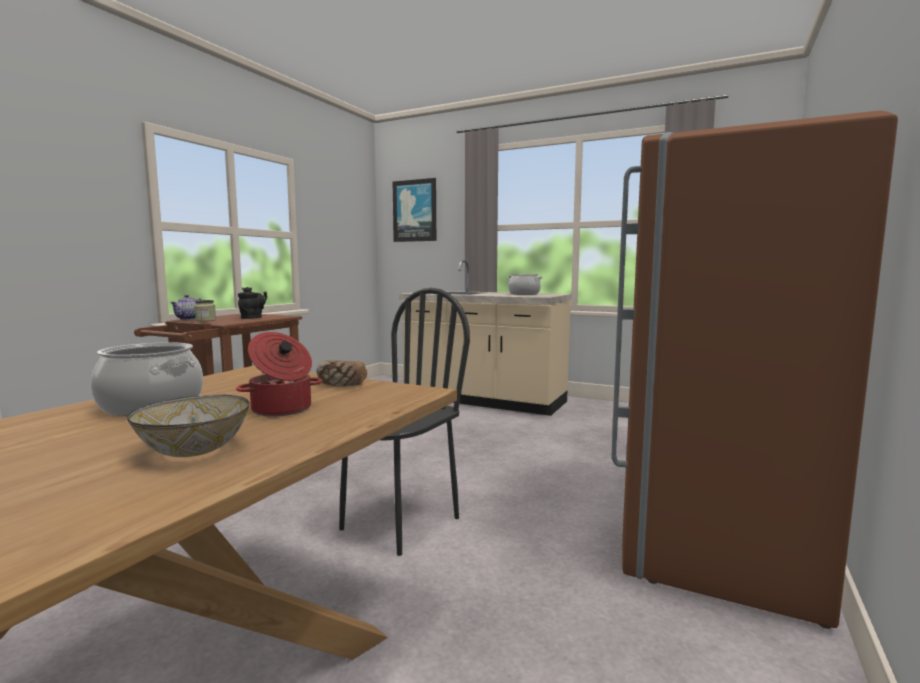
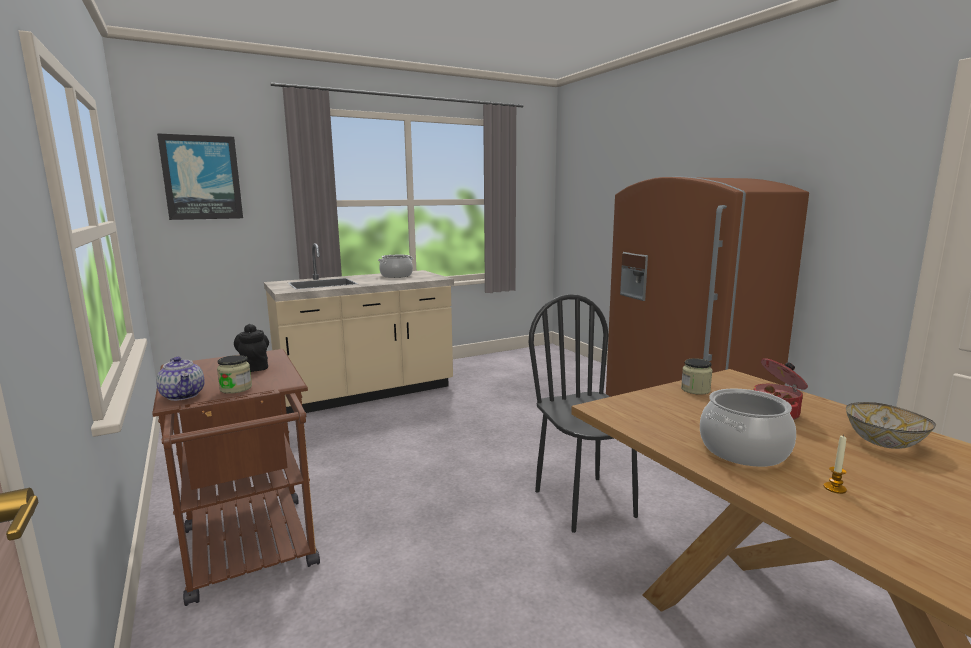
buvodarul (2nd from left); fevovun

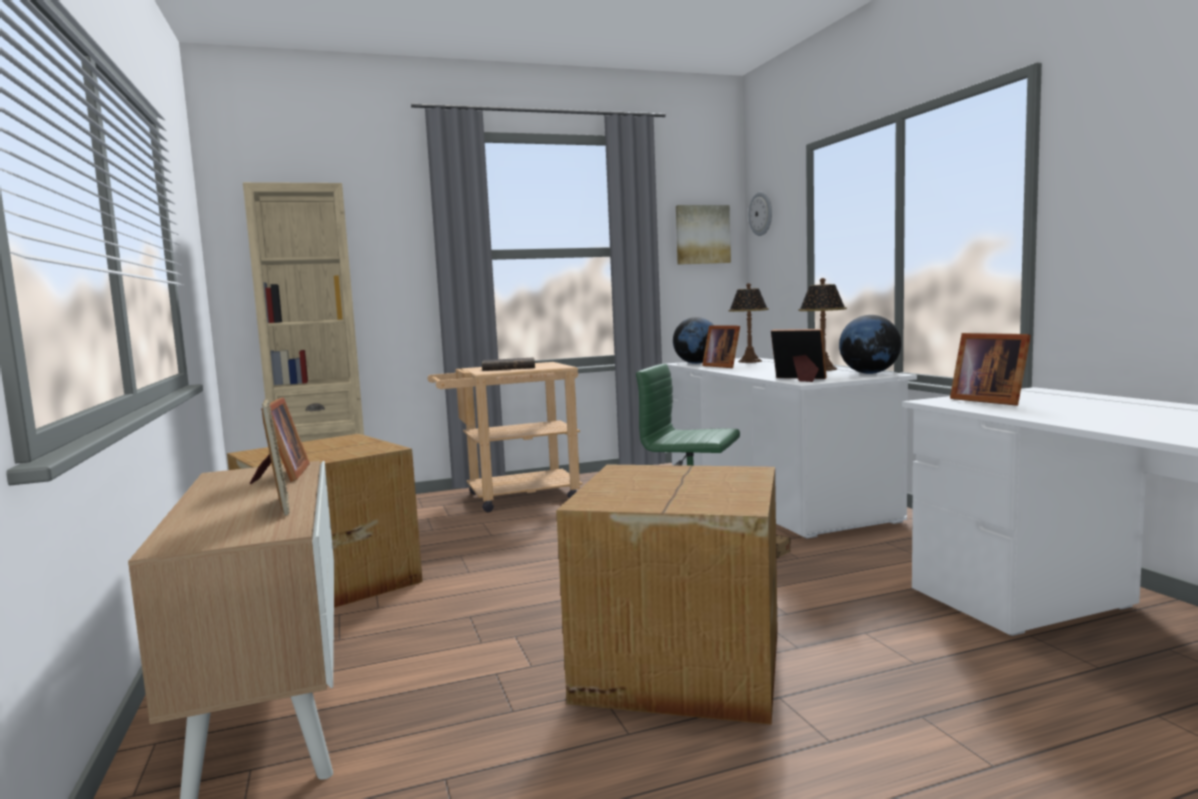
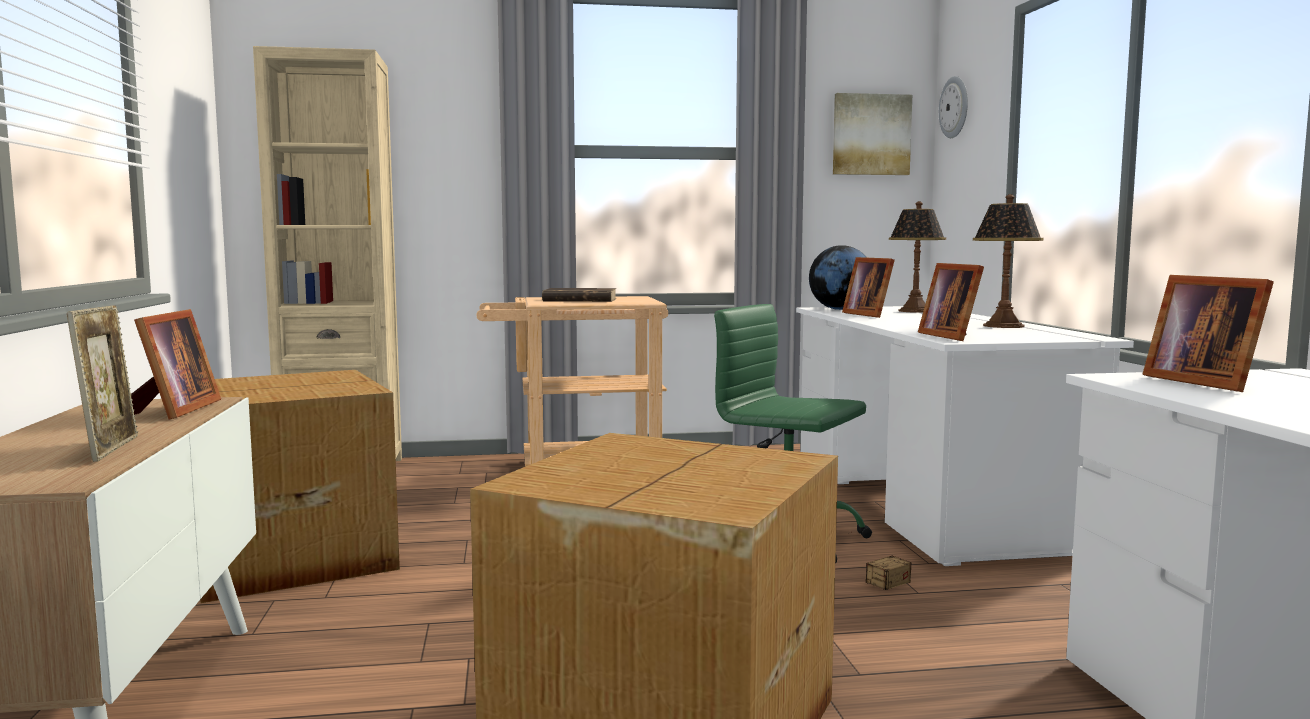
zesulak (2nd from left in the first image); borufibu (4th from left)

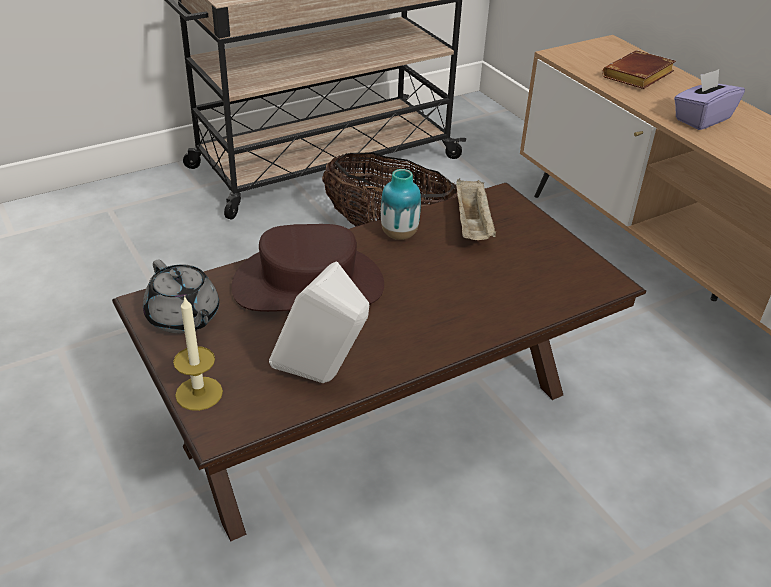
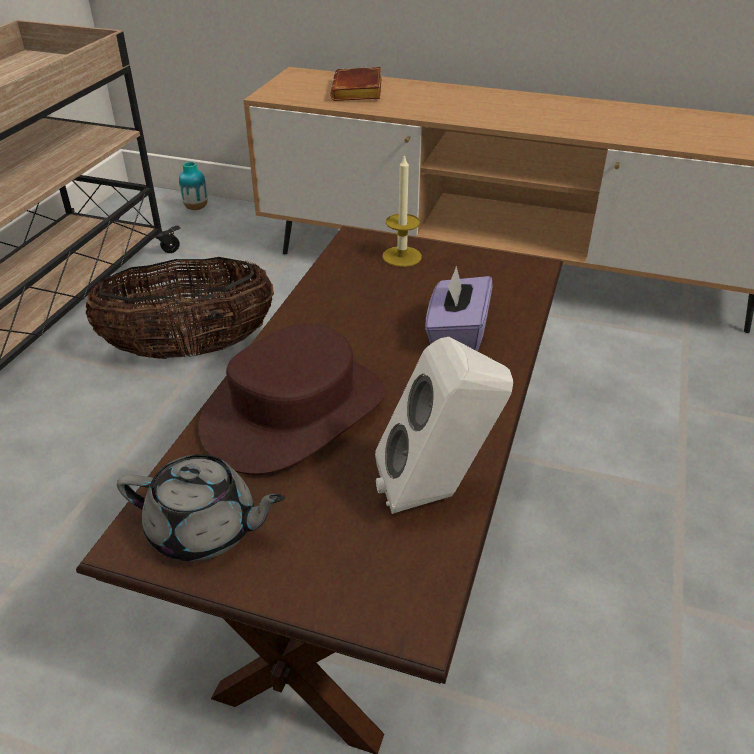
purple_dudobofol; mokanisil; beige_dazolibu; fevovun

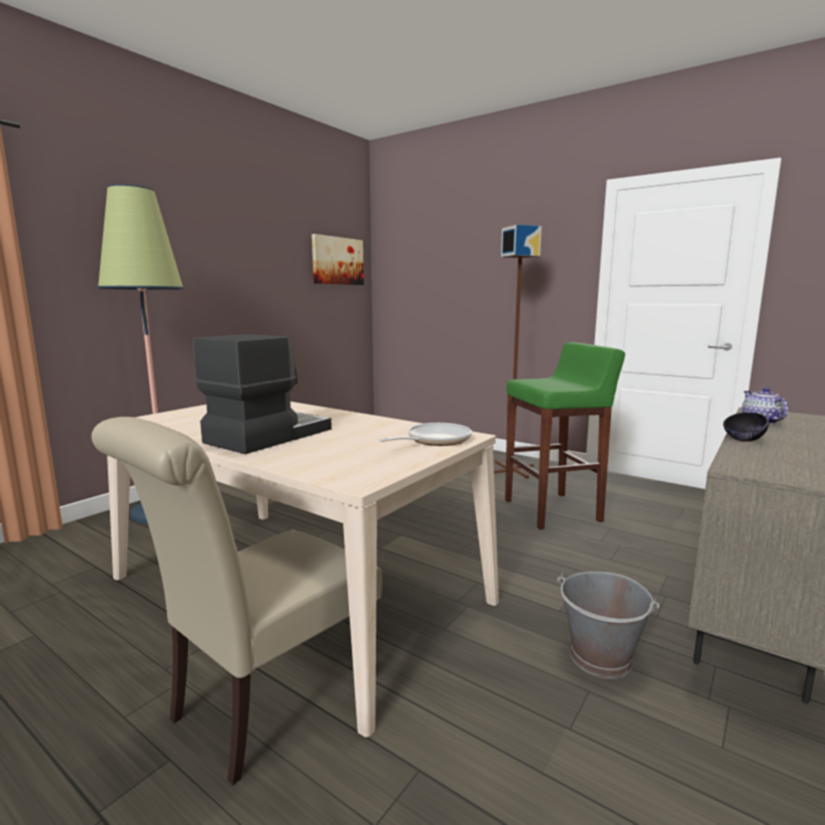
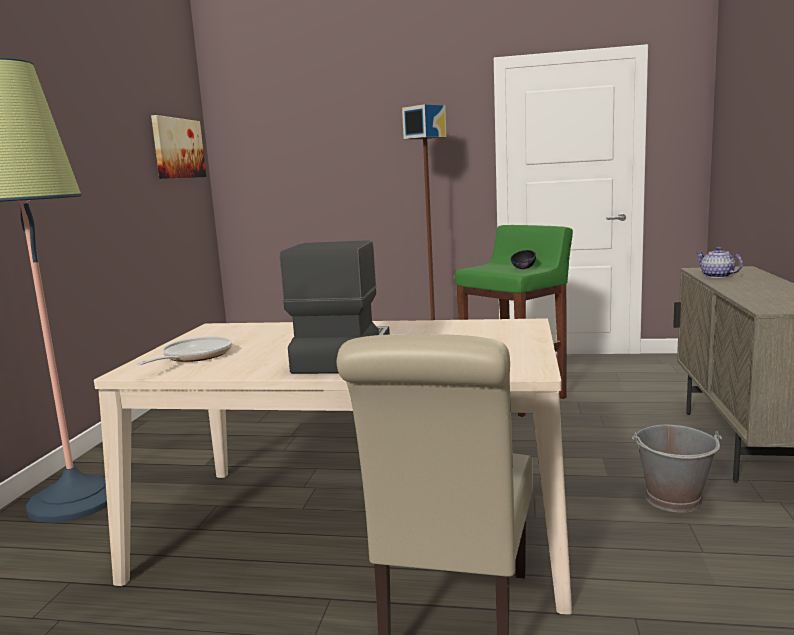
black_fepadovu; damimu

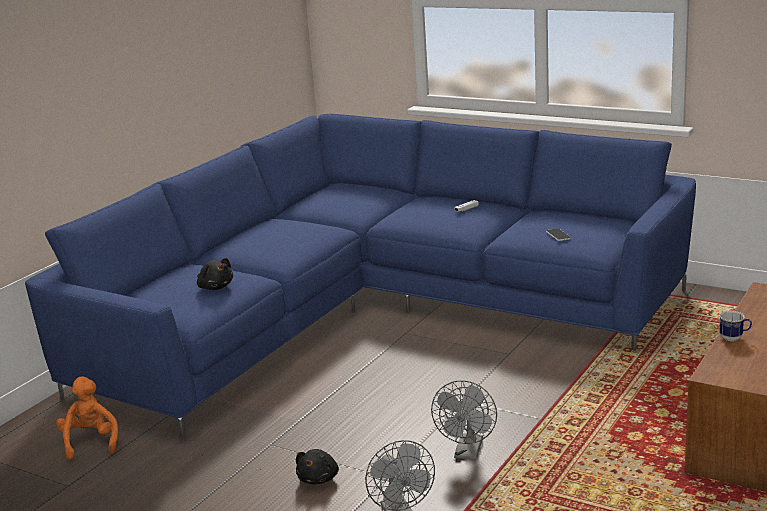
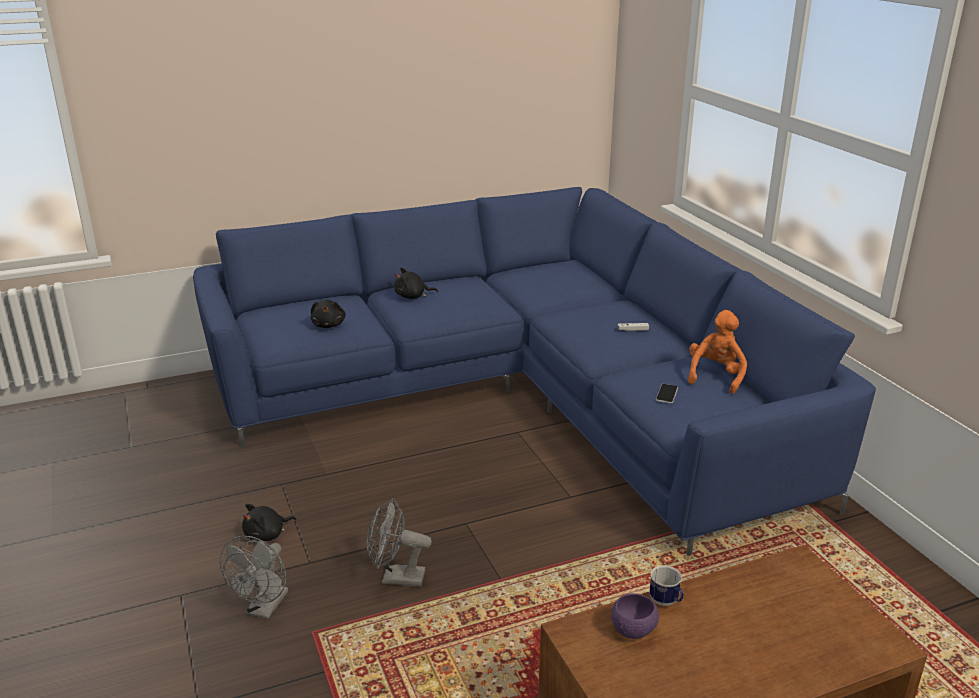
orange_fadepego; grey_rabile (2nd from left); black_fadepego (3rd from left); purple_fepadovu

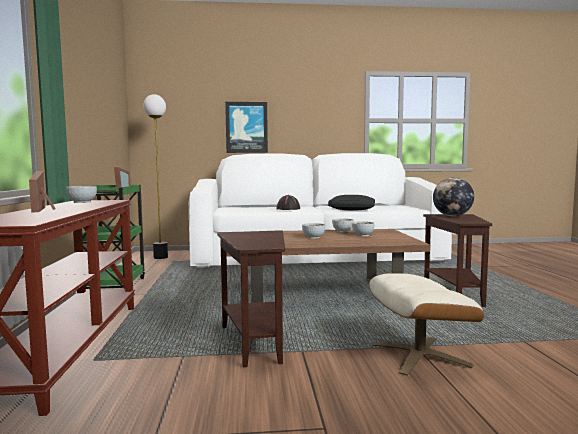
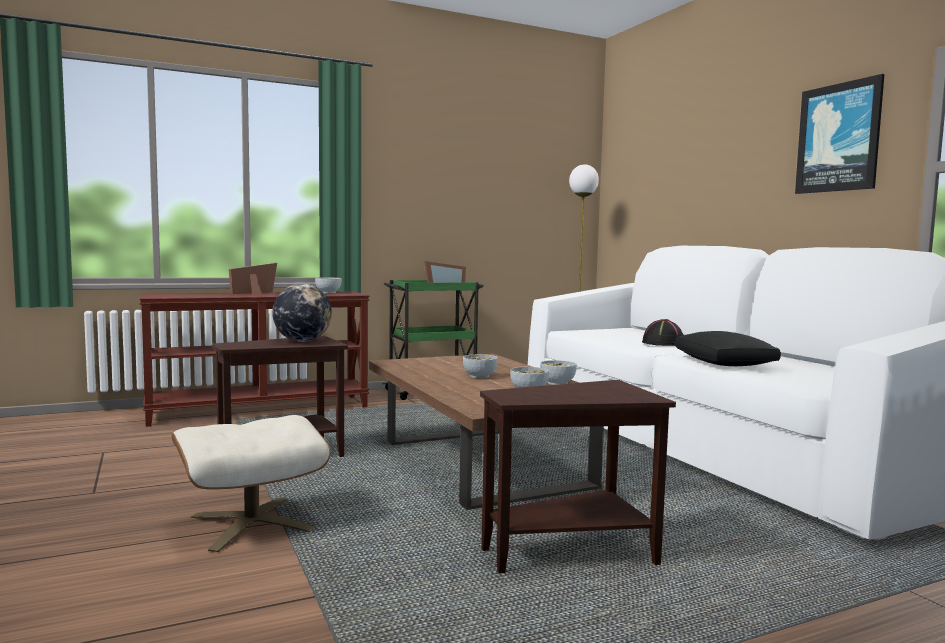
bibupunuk; zesulak

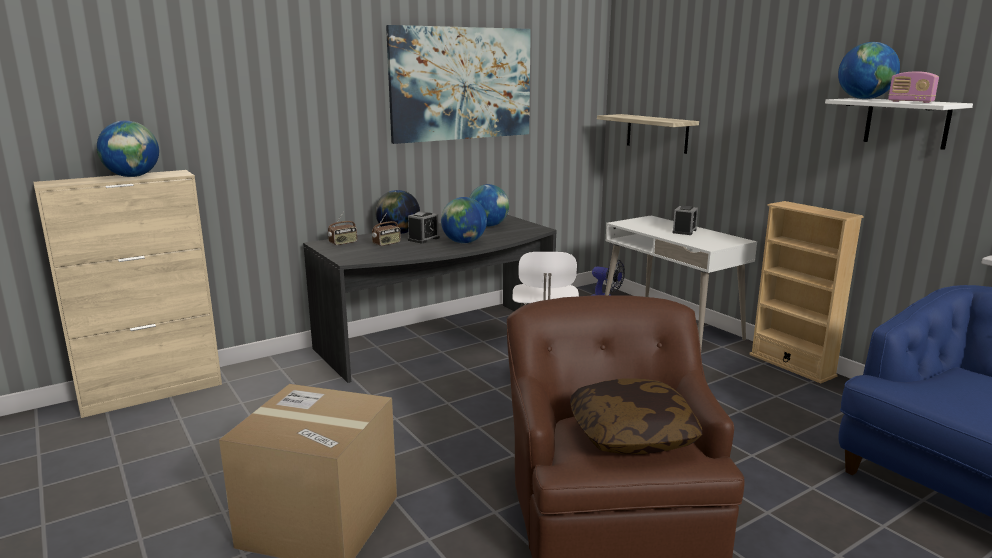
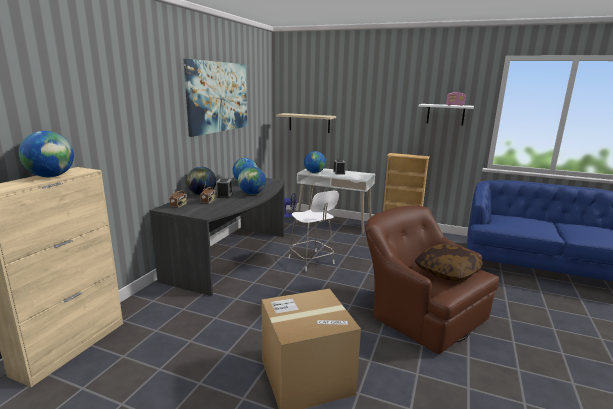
zesulak (5th from left)

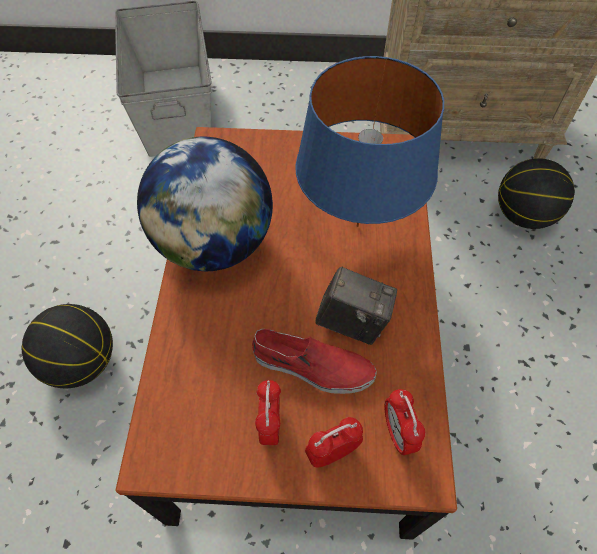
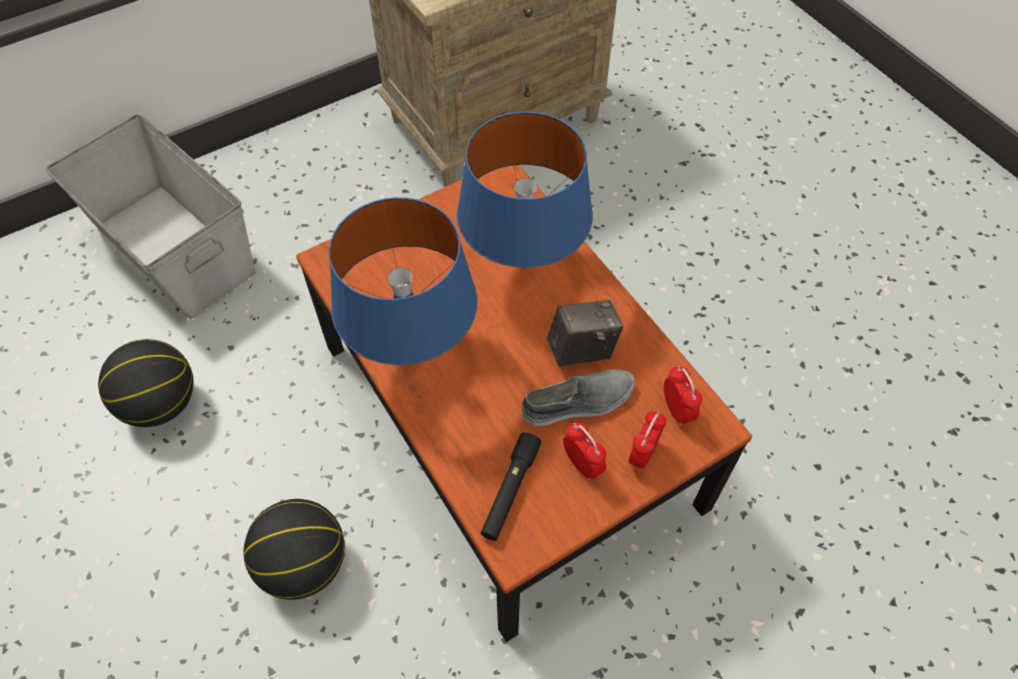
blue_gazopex (1st from left); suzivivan (1st from left); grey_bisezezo; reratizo (3rd from left); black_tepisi

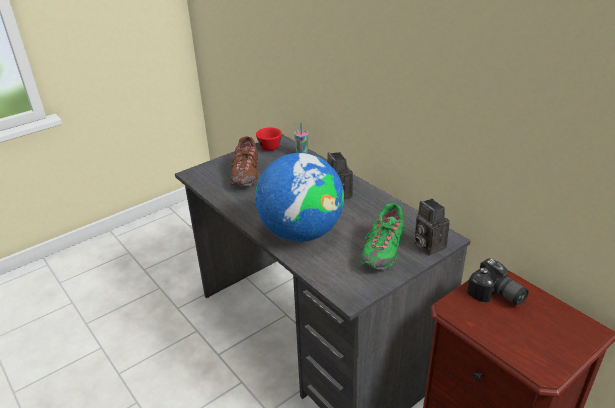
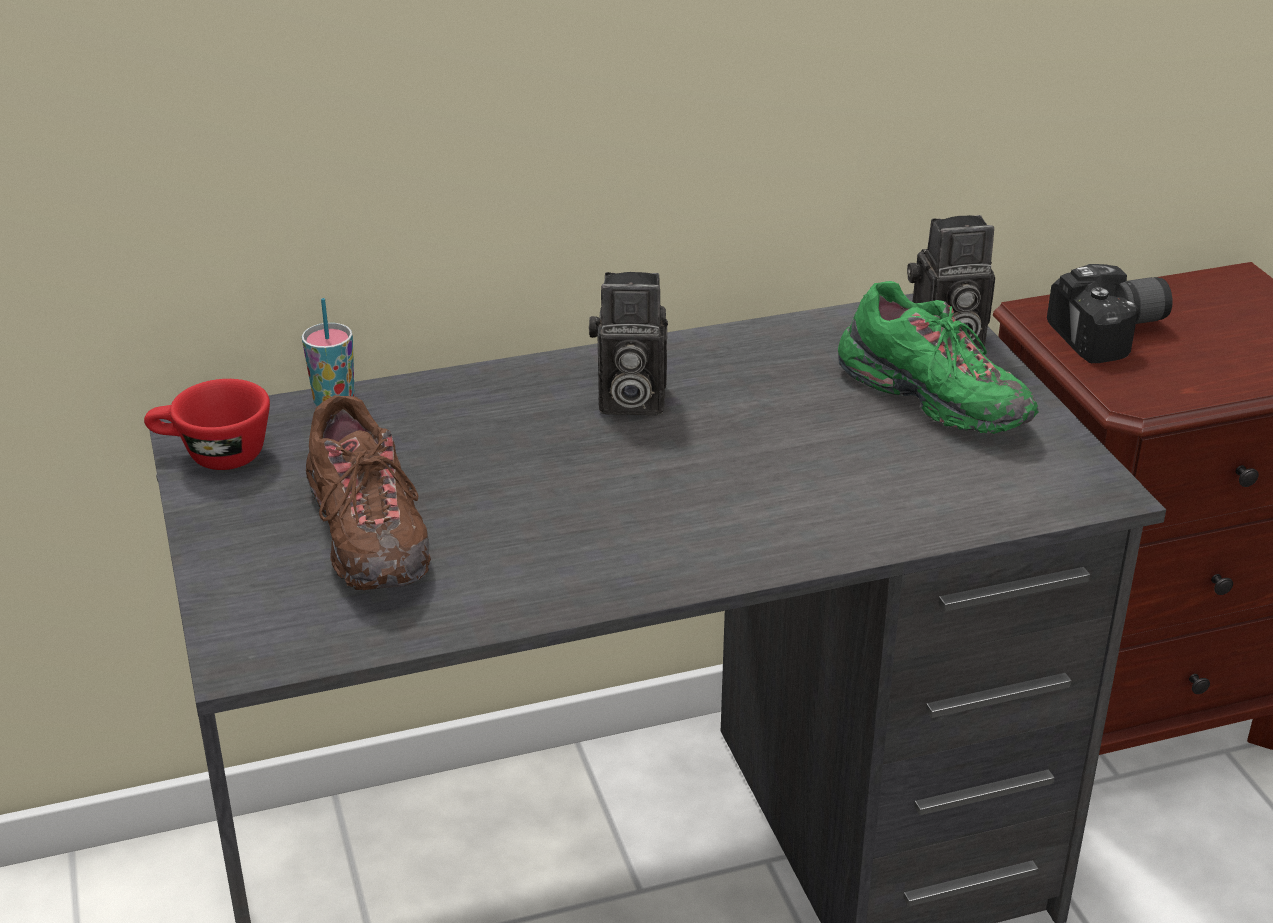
brown_bisezezo; zesulak

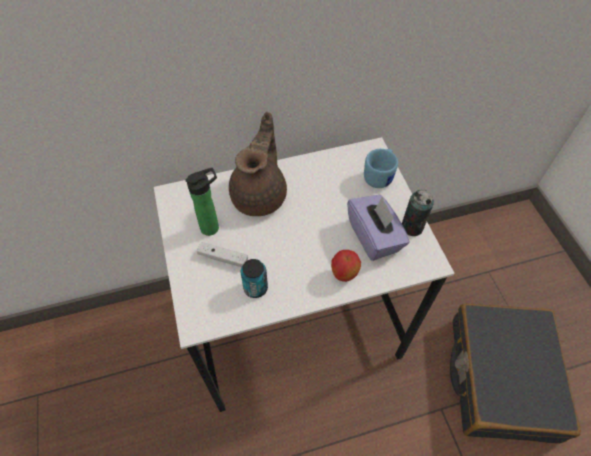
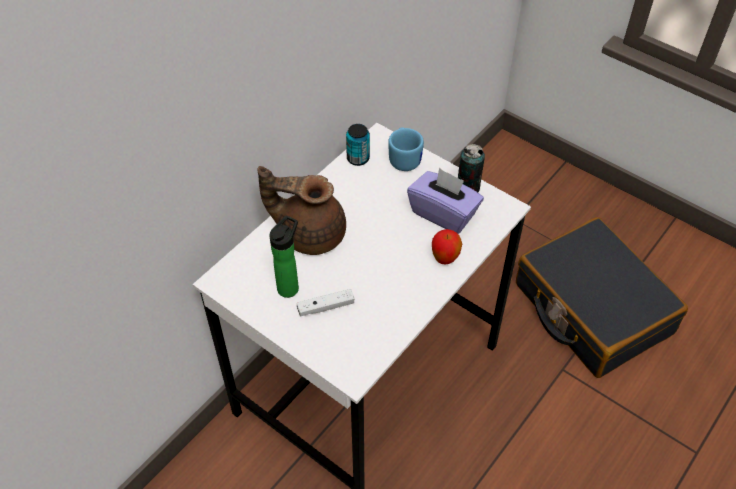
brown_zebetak; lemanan (1st from left)

